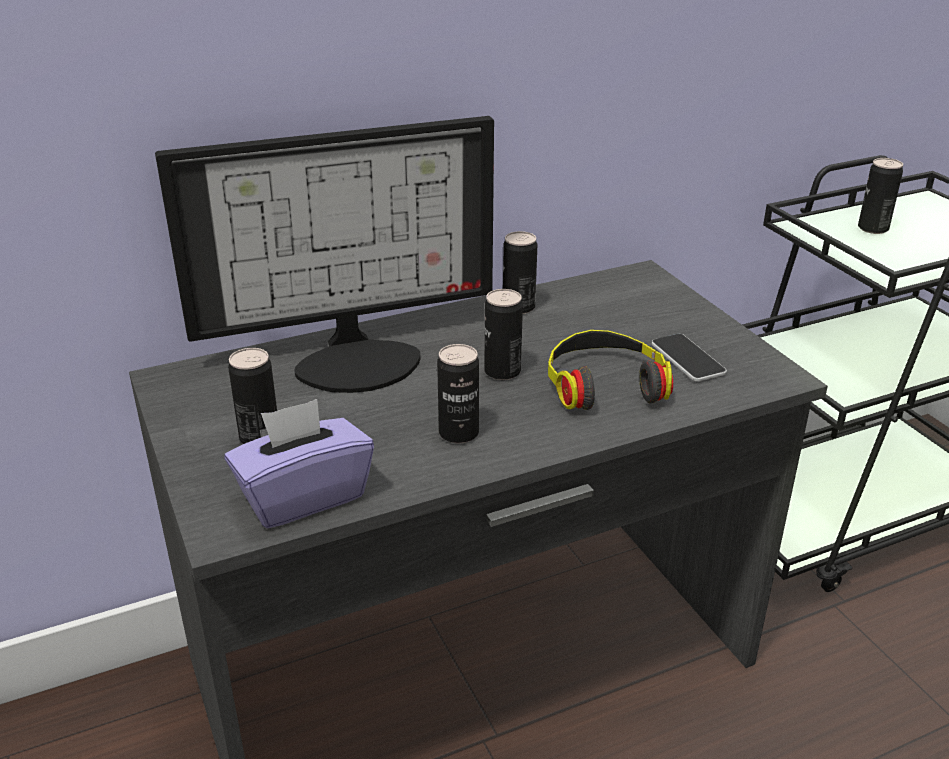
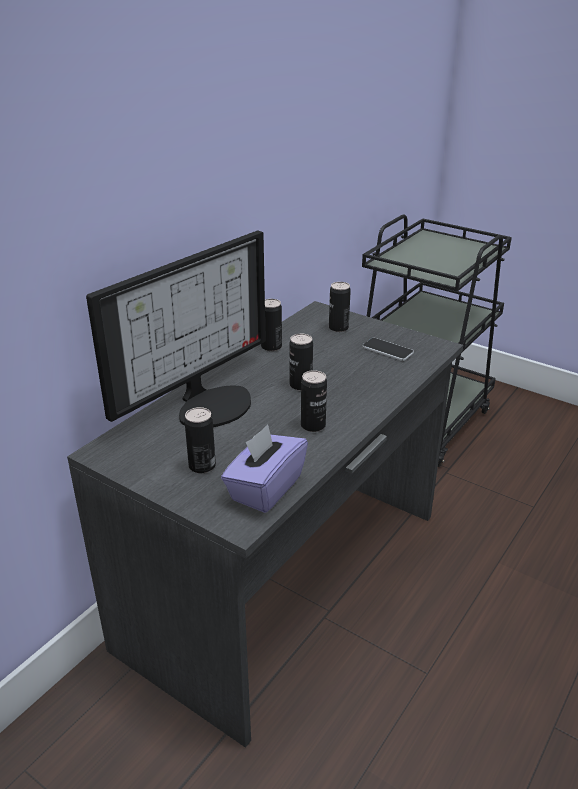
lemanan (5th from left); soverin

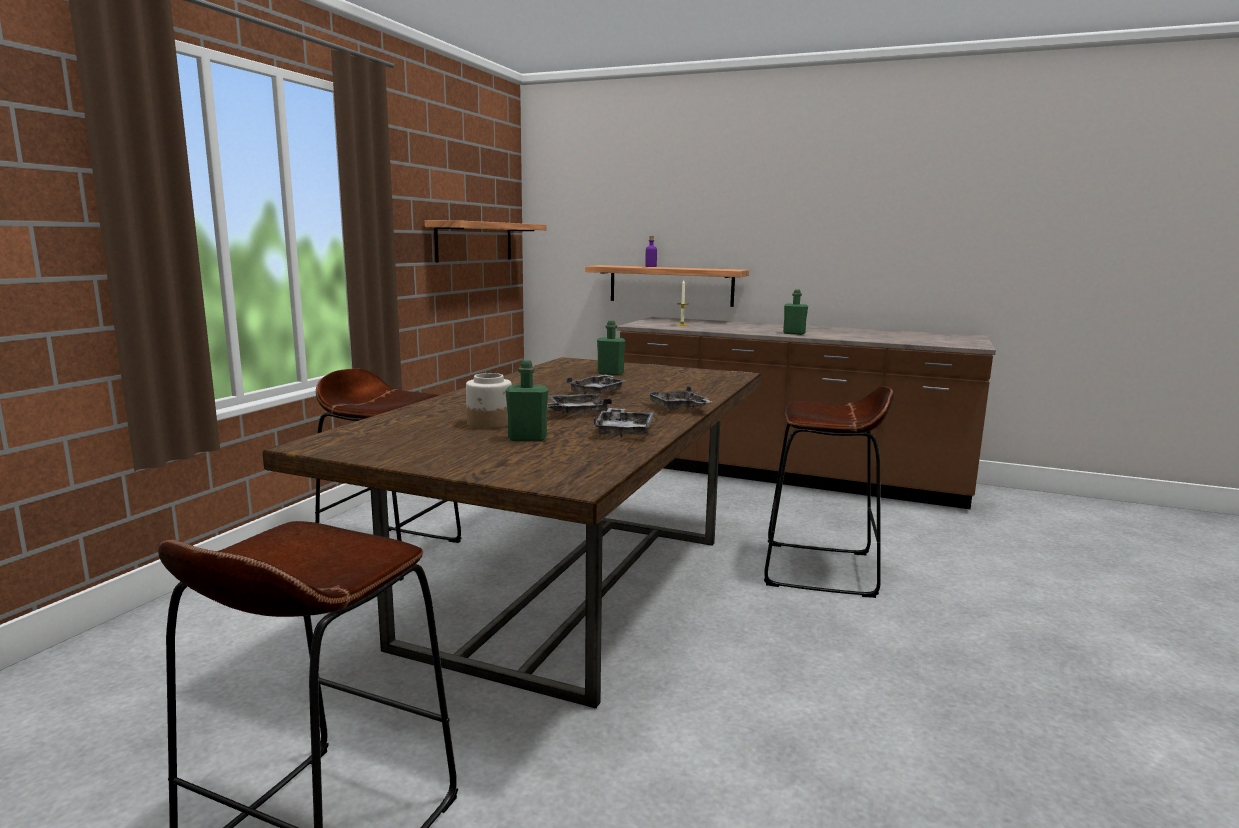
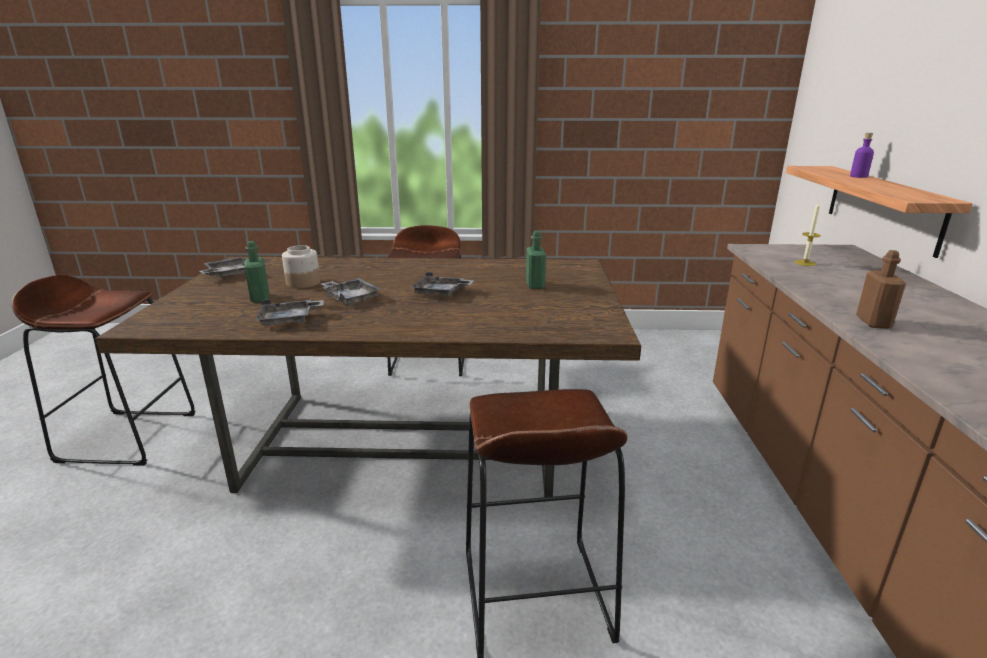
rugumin (1st from left in the first image); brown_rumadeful; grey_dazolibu (1st from left)

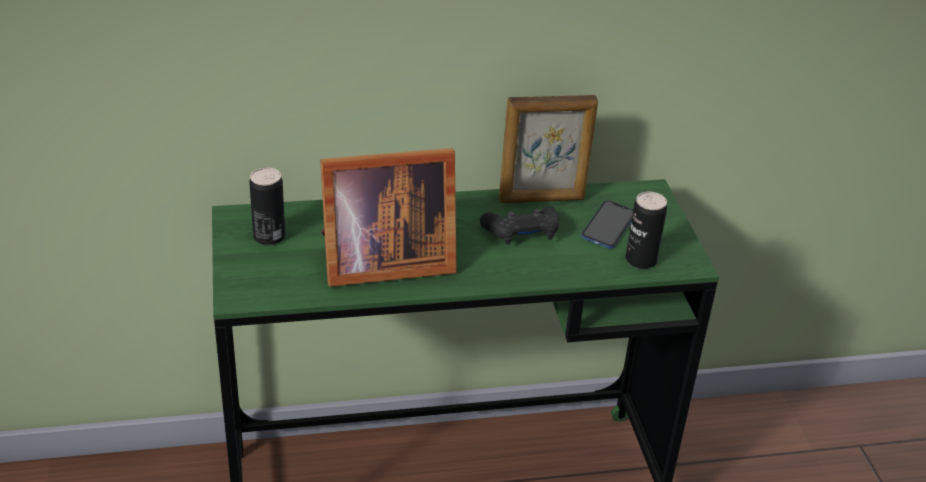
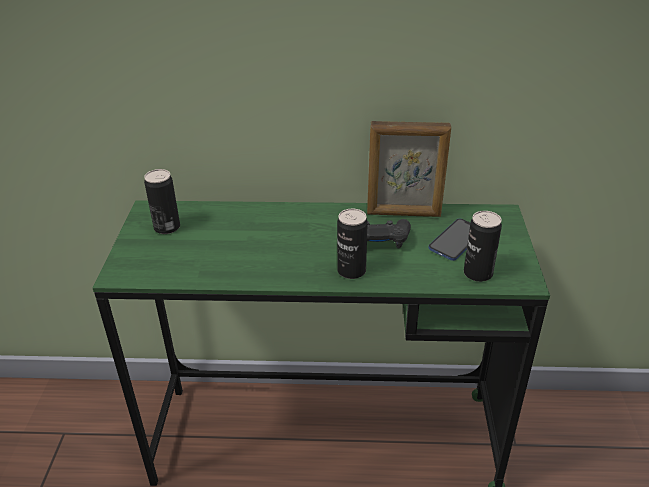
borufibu (1st from left in the first image); lemanan (2nd from left)

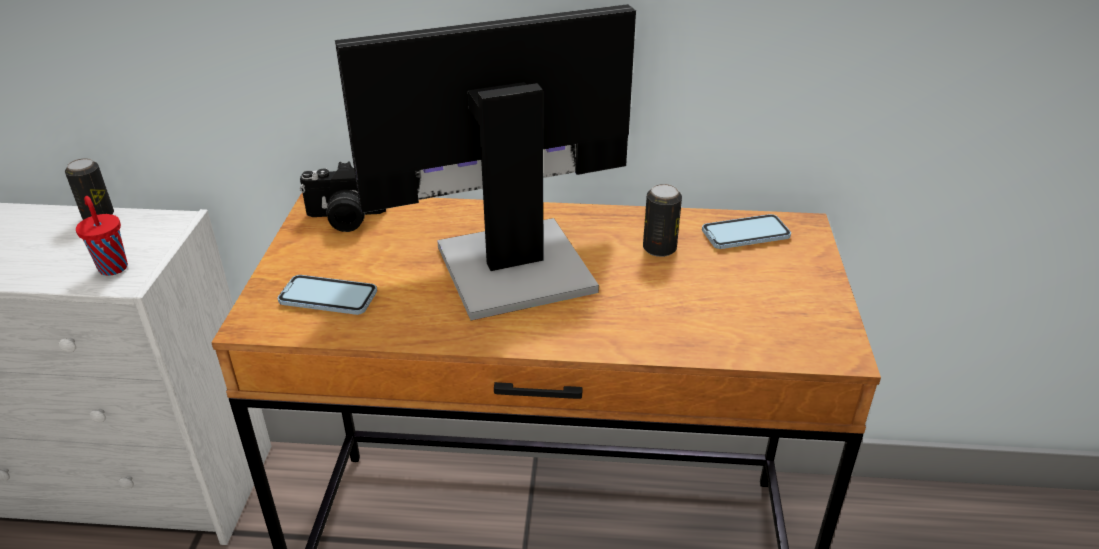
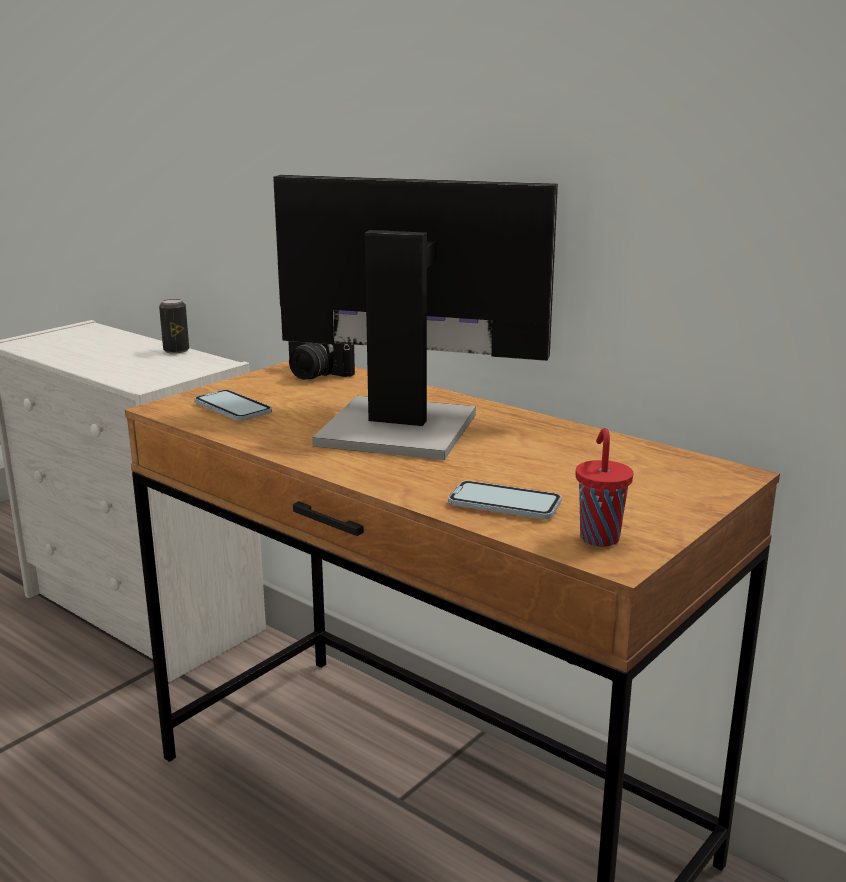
lemanan (2nd from left in the first image); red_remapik; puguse (2nd from left)

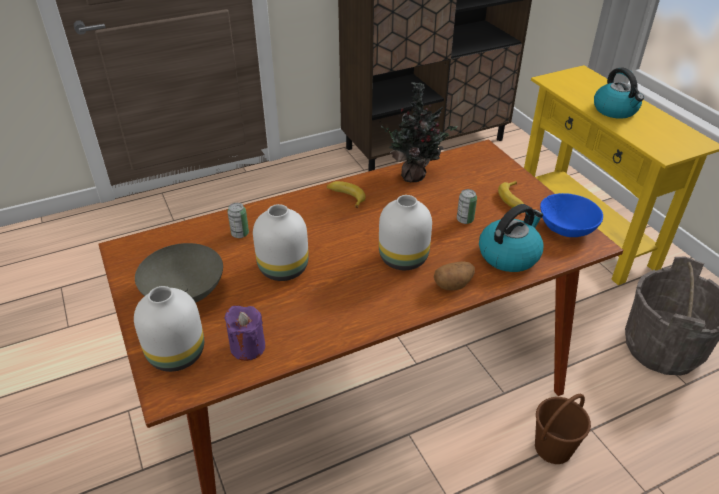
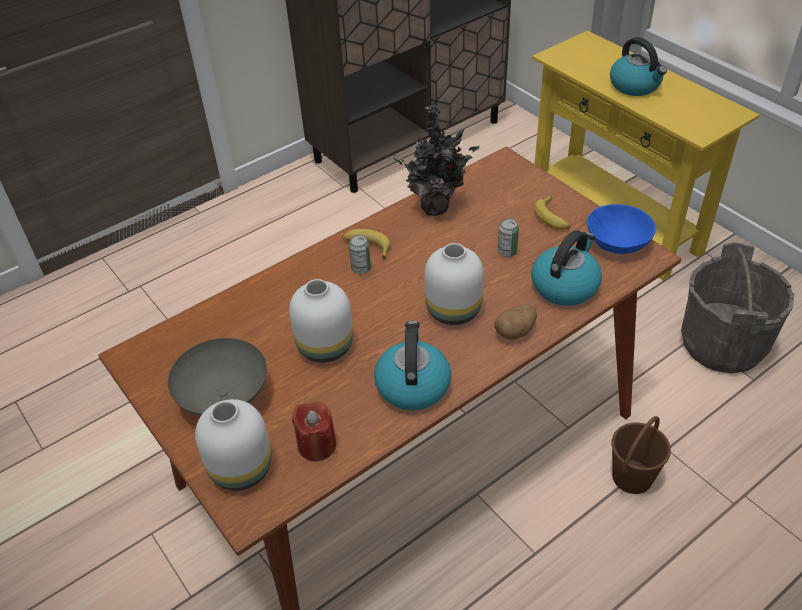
lemanan (1st from left); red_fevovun; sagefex (1st from left)

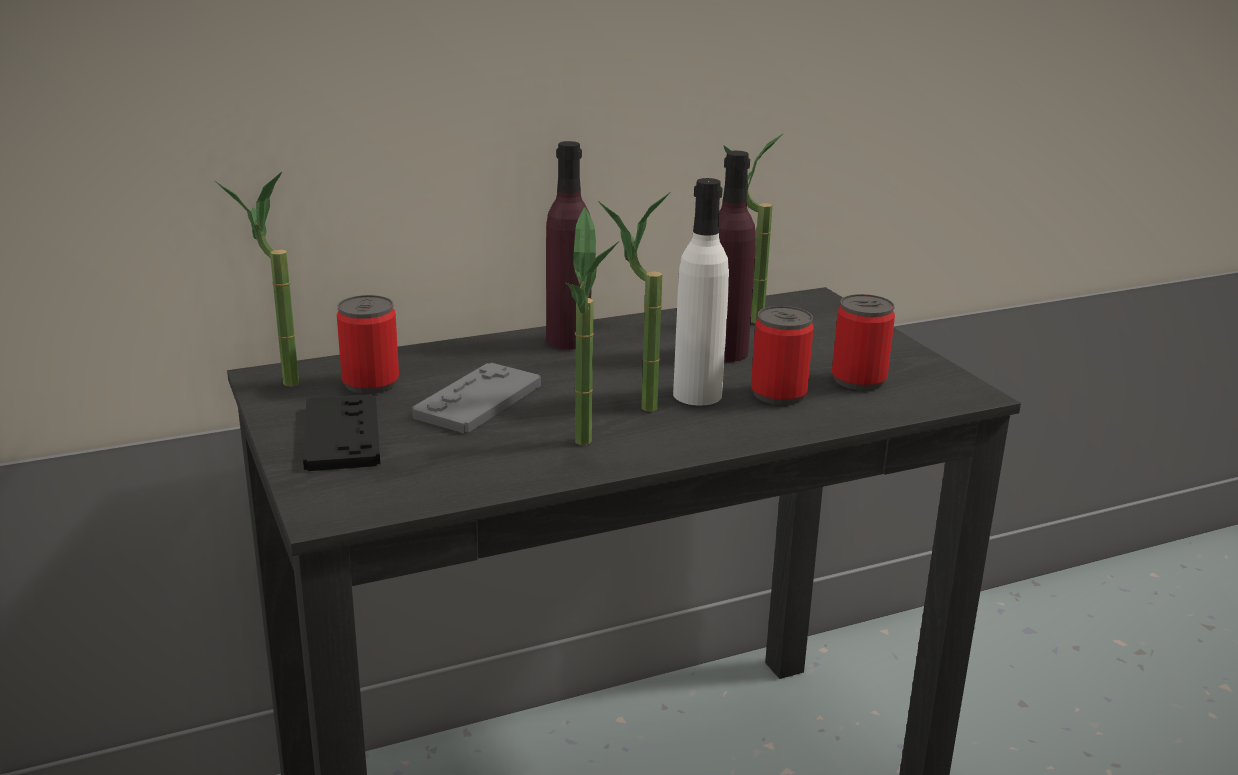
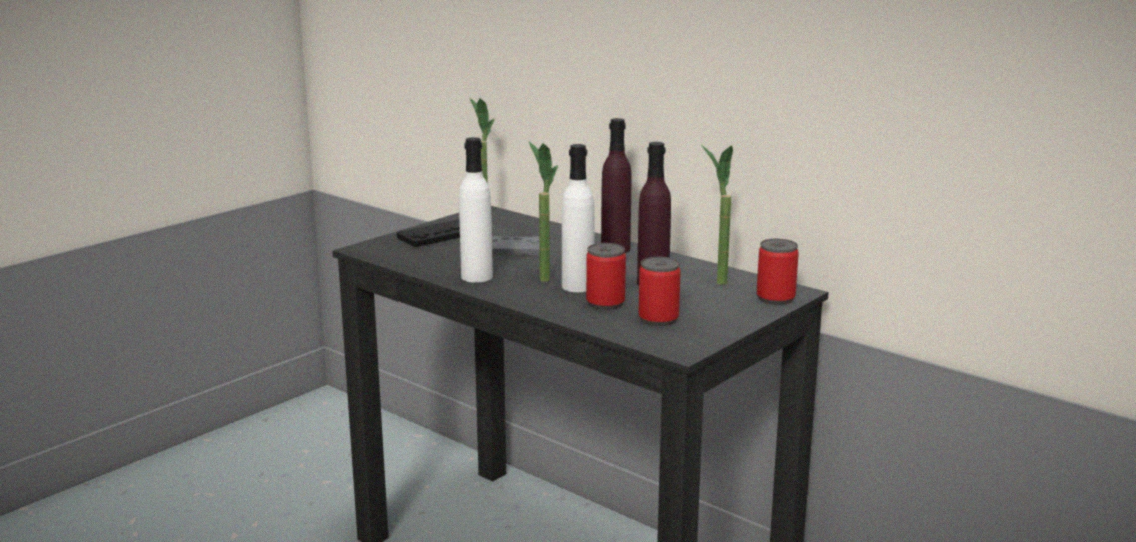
white_rumadeful (1st from left); lemanan (3rd from left)

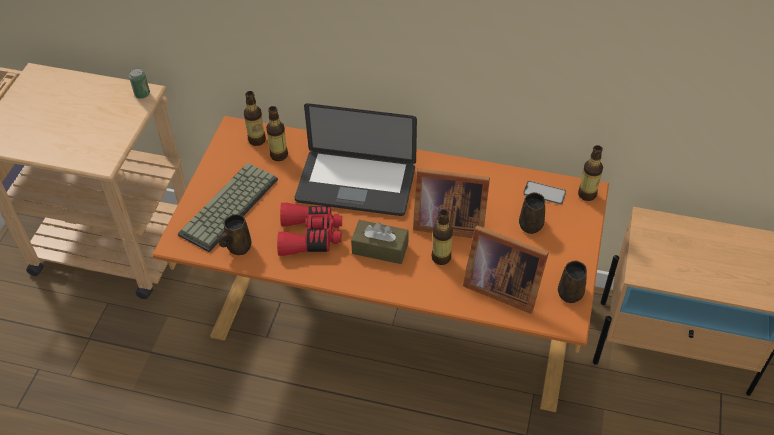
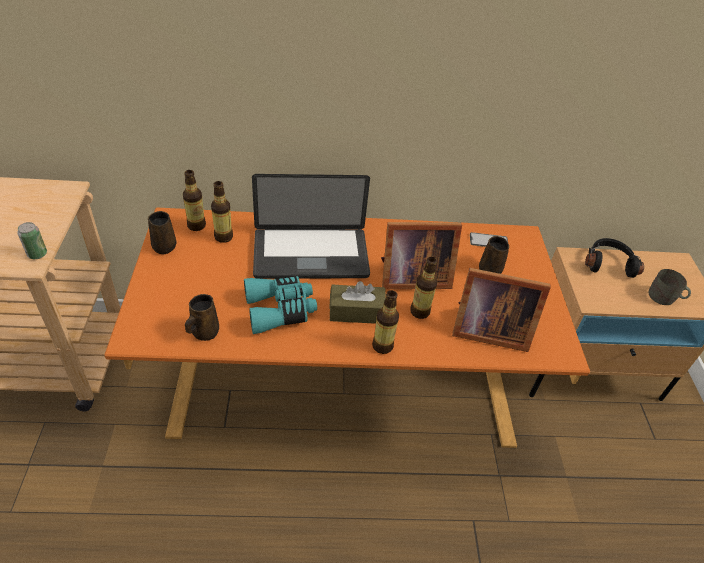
lemanan; rumadeful (3rd from left); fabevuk; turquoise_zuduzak; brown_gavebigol (1st from left); black_soverin; grey_gavebigol

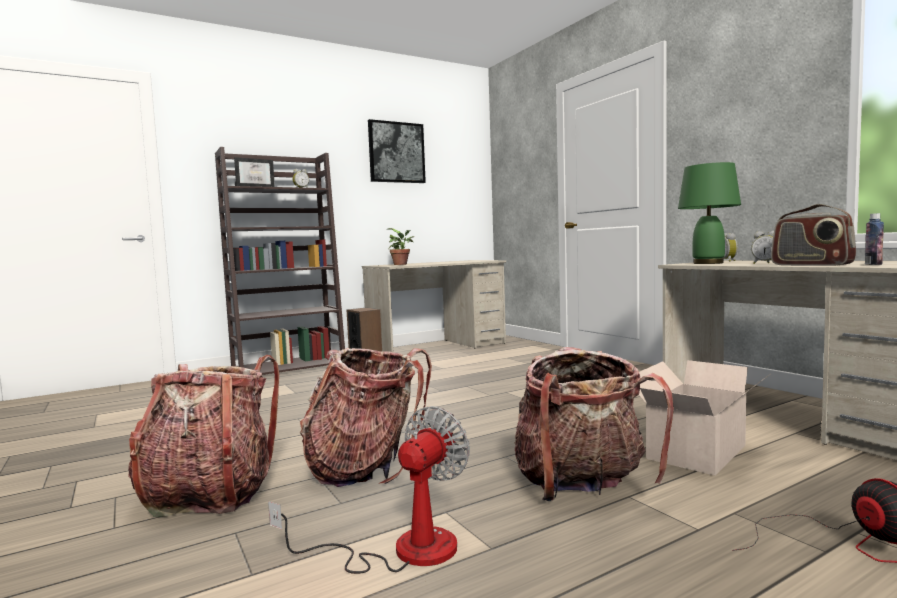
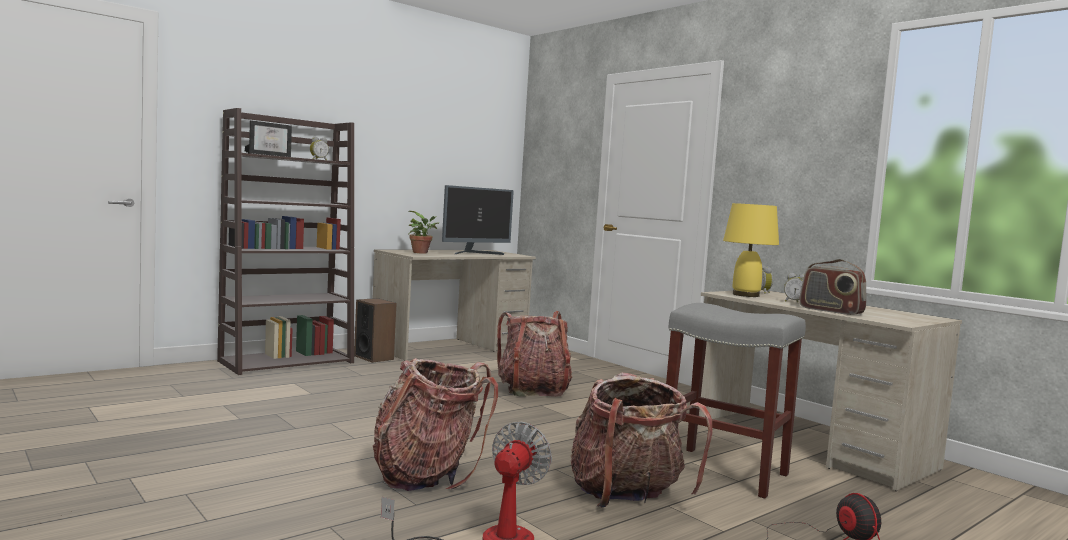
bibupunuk; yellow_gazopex; rumadeful; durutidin (2nd from left); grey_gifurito; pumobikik

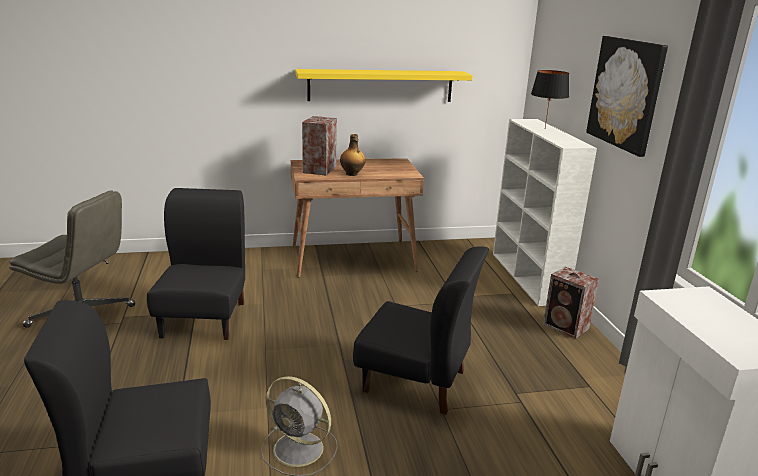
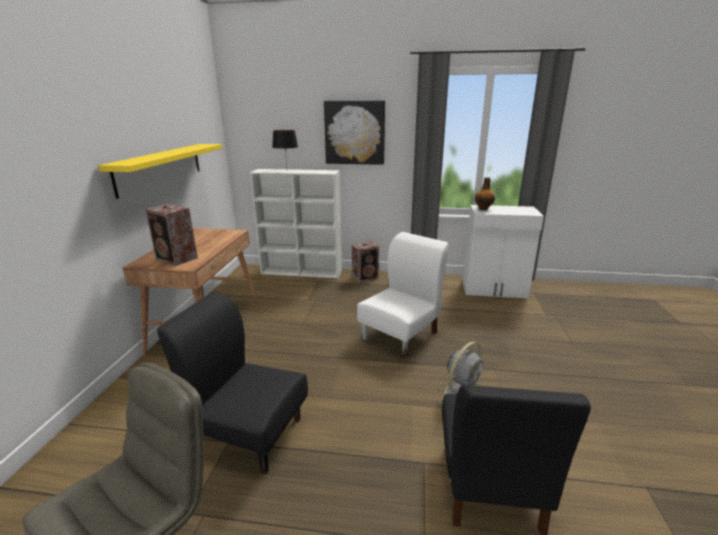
rumadeful; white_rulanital

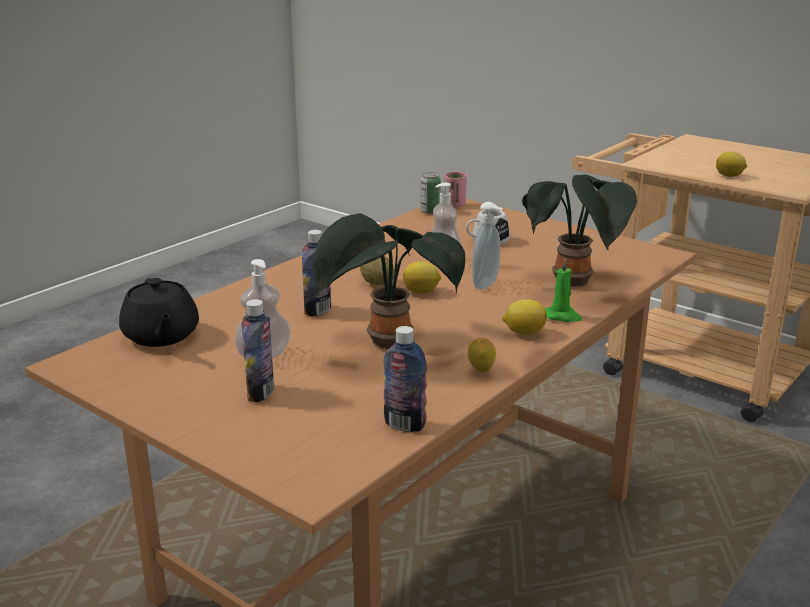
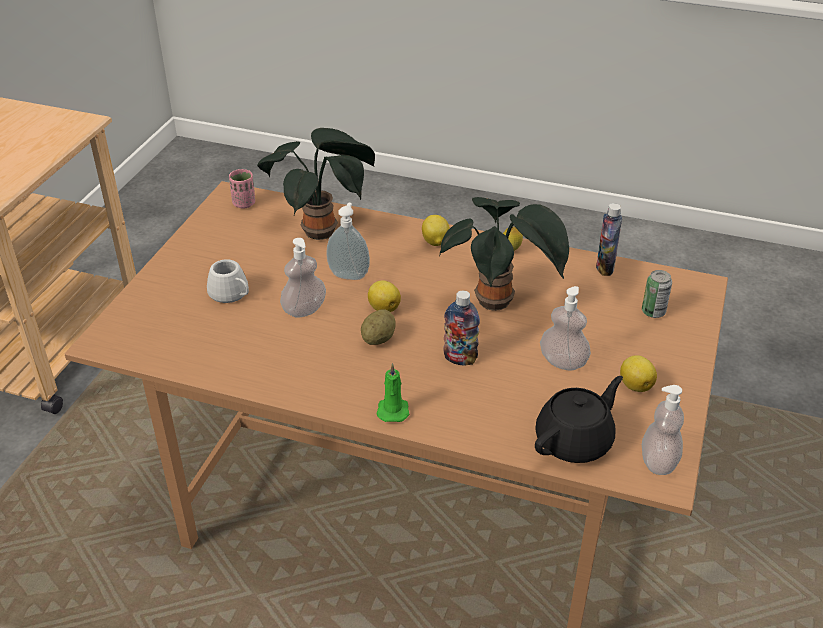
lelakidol (4th from left); lemanan; pink_remapik; green_fevovun; rumadeful (1st from left in the first image); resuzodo (4th from left)

